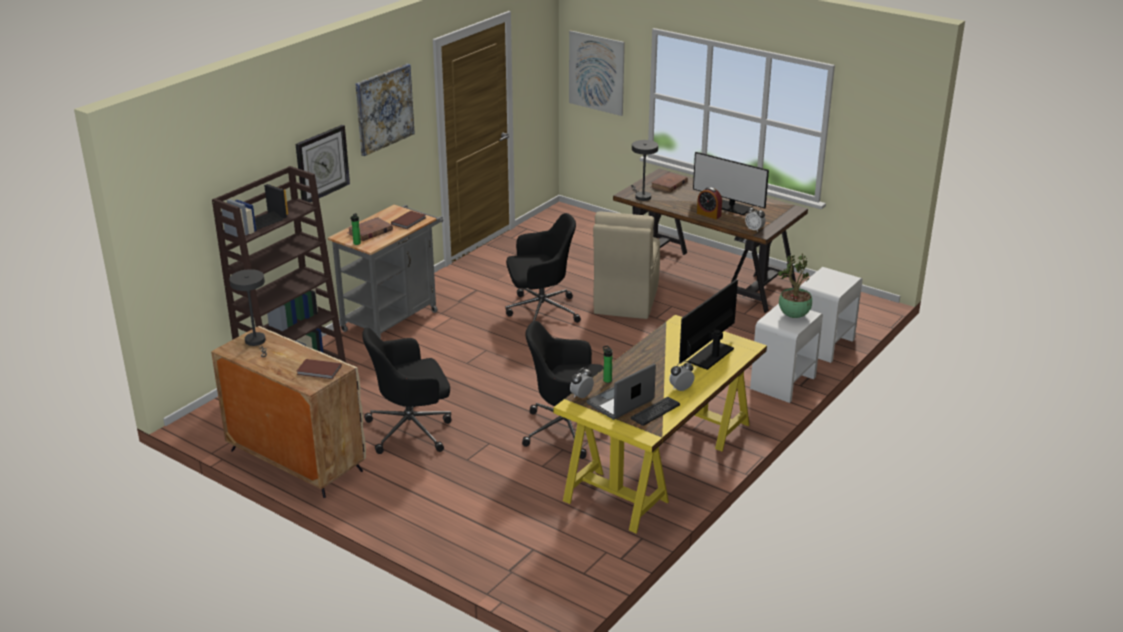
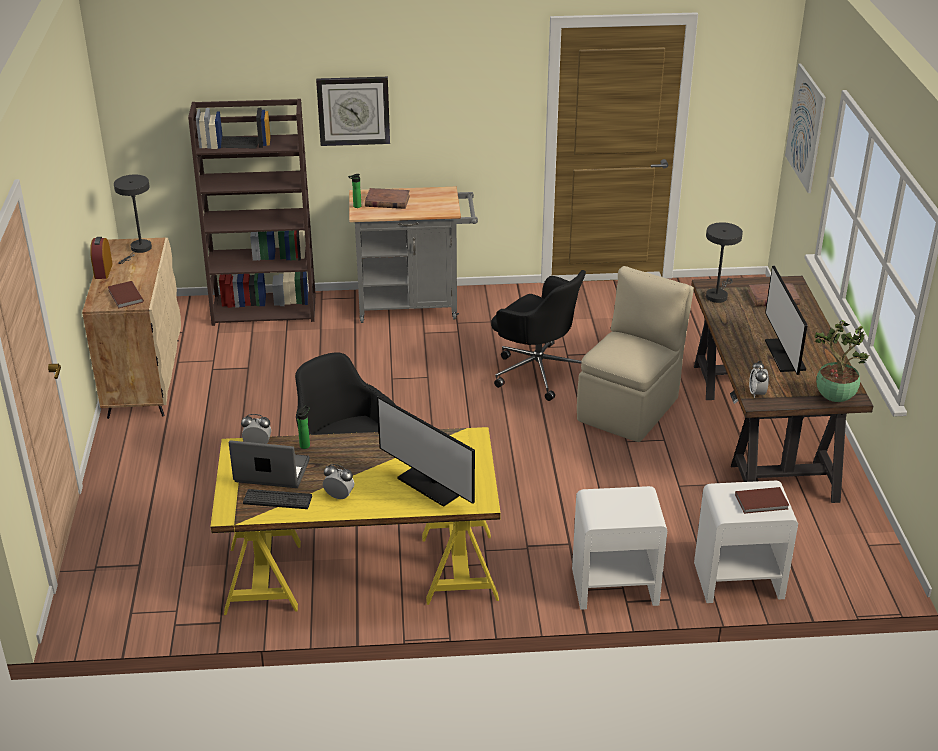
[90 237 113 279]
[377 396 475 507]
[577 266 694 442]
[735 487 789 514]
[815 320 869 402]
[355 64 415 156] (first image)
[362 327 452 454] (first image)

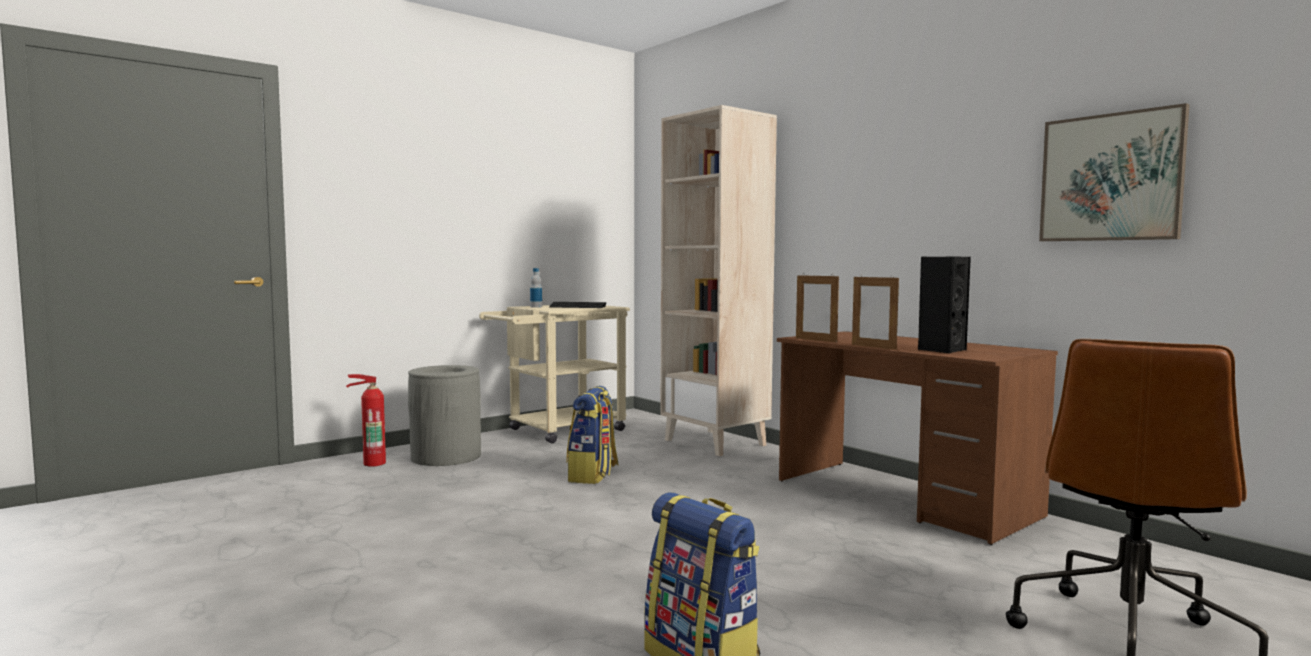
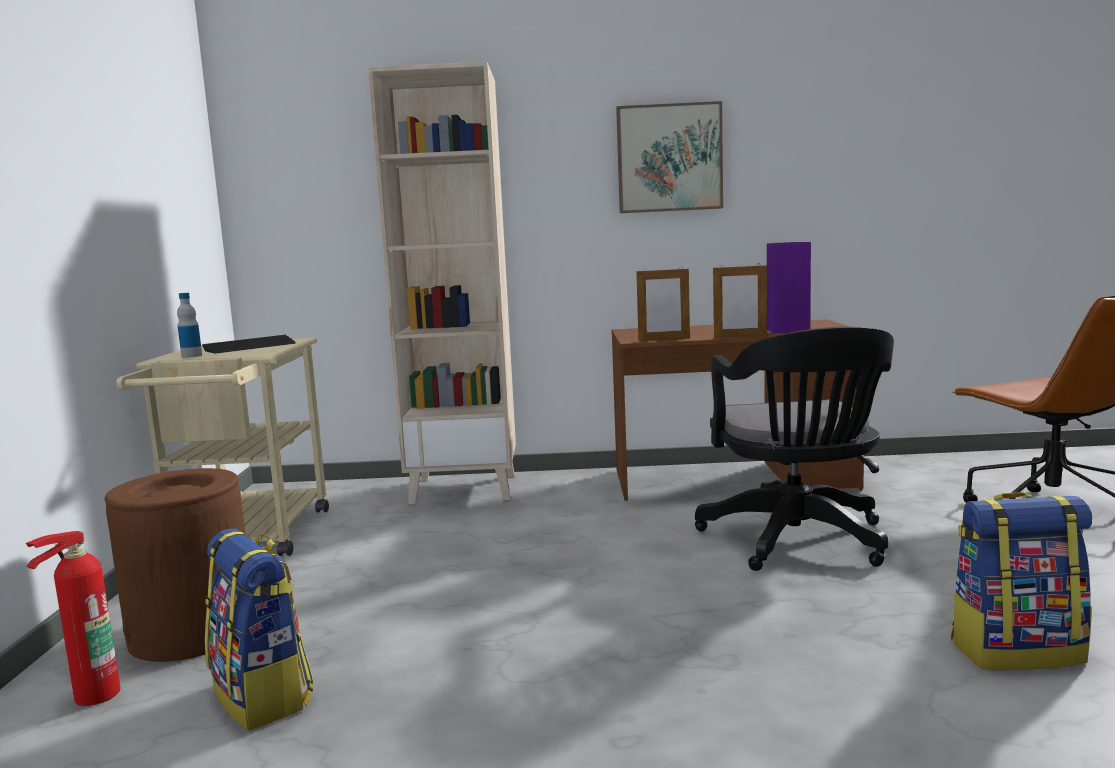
[105 468 246 662]
[205 529 314 731]
[616 101 723 213]
[695 327 894 571]
[767 242 811 333]

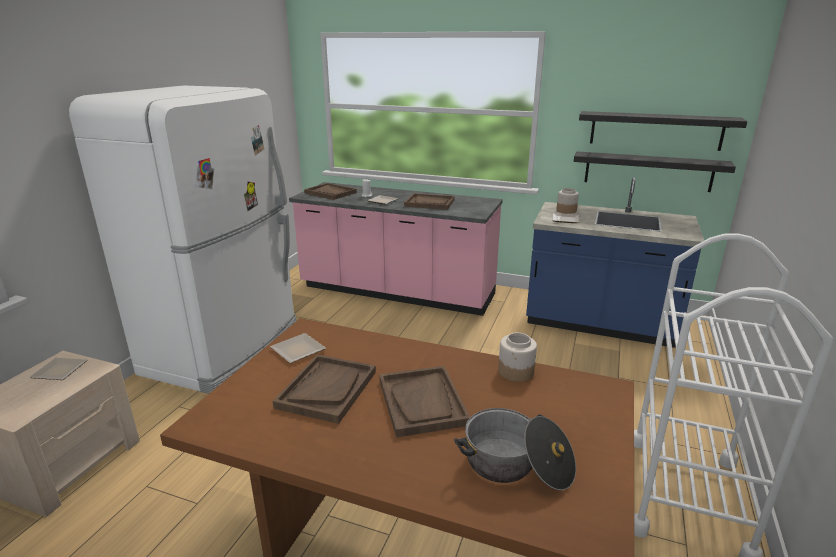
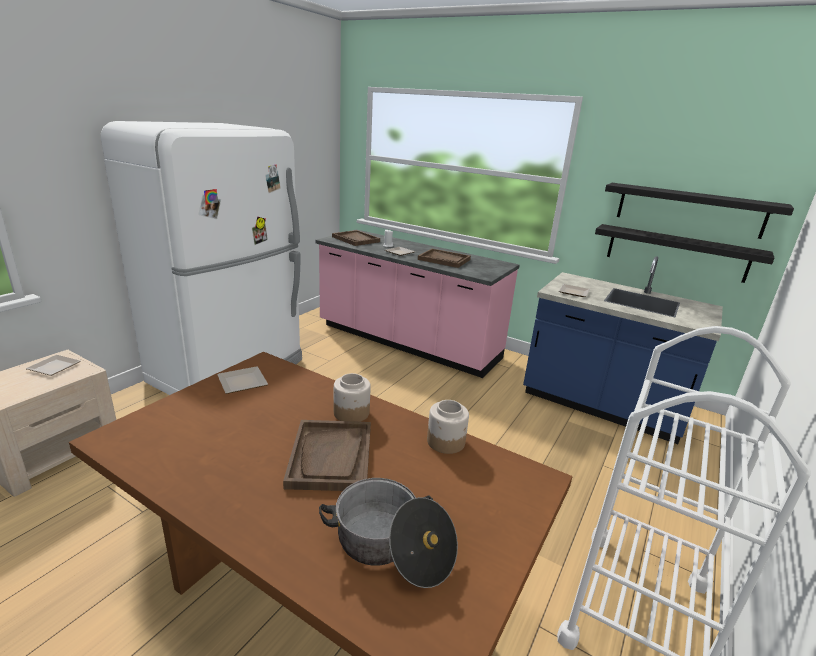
[334 373 371 422]
[273 354 376 424] (first image)

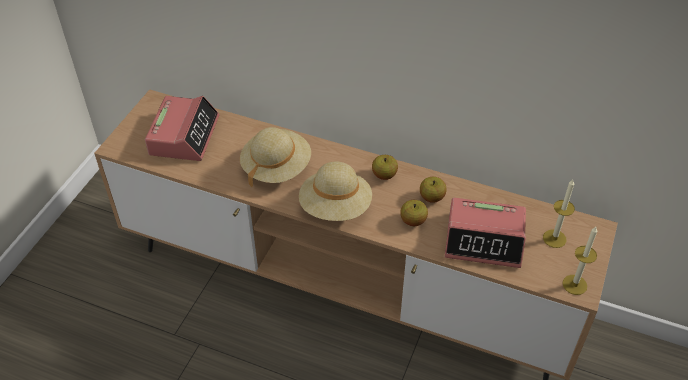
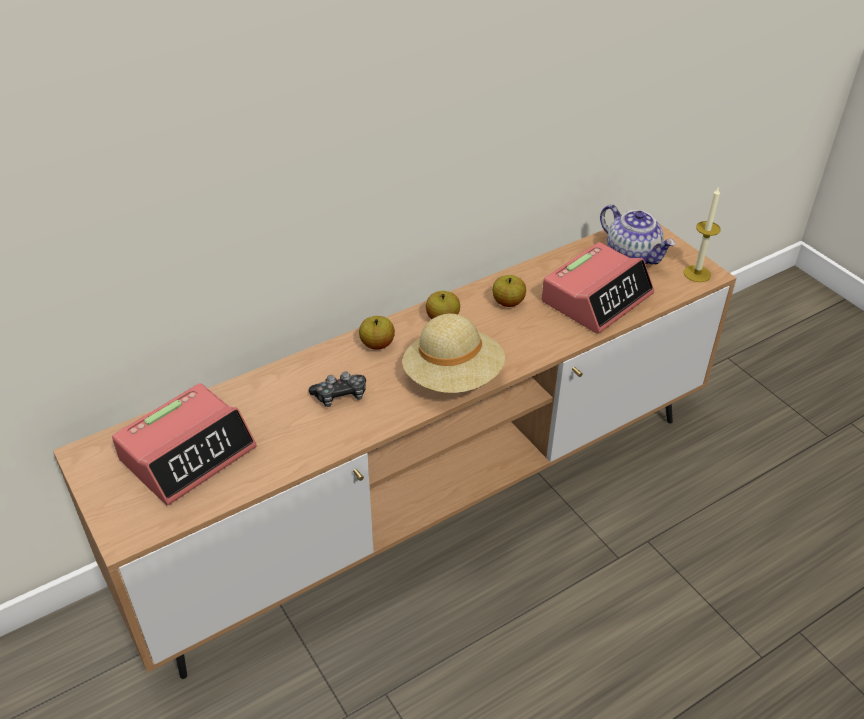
[112 383 257 506]
[309 372 366 407]
[359 316 395 350]
[600 205 675 264]

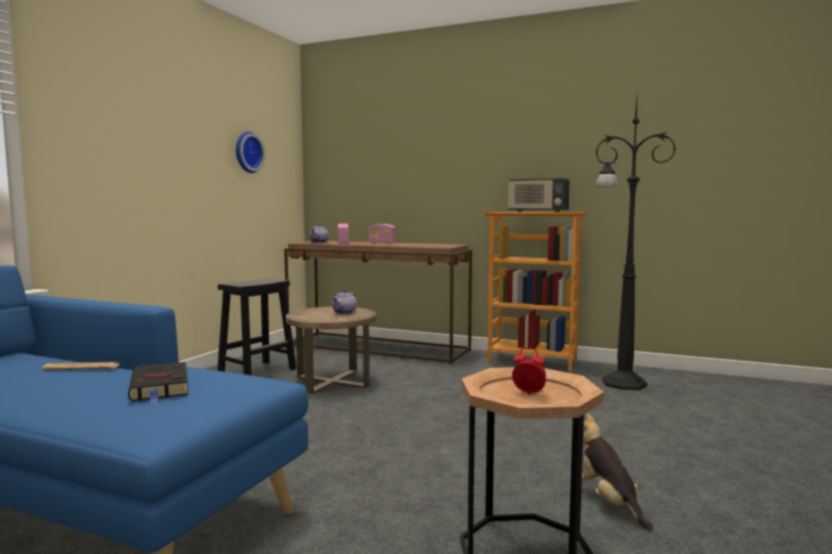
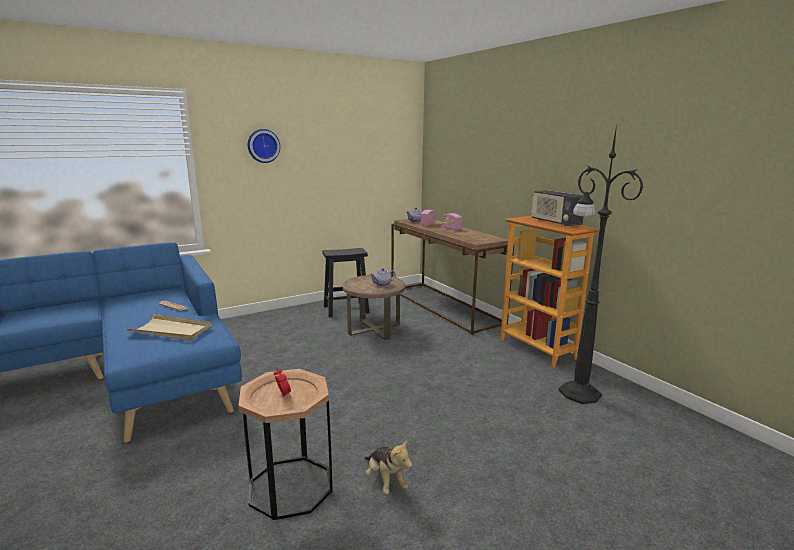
[126 314 212 341]
[248 129 280 163]
[365 440 413 494]

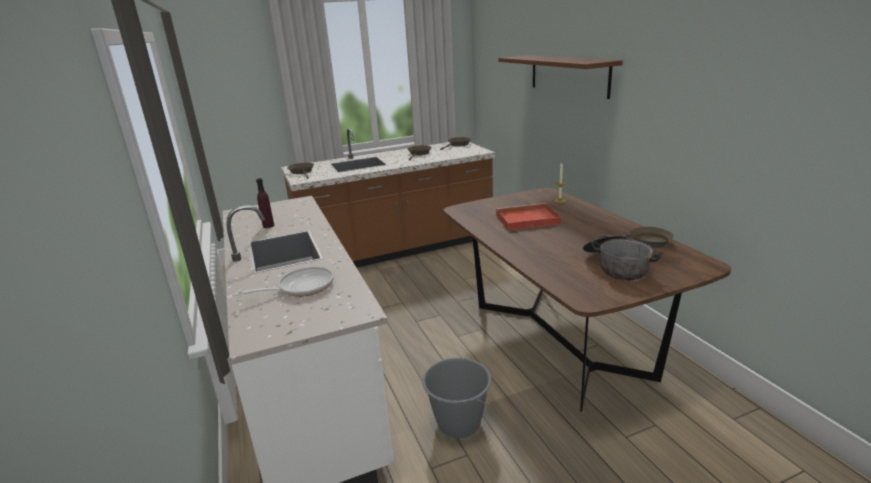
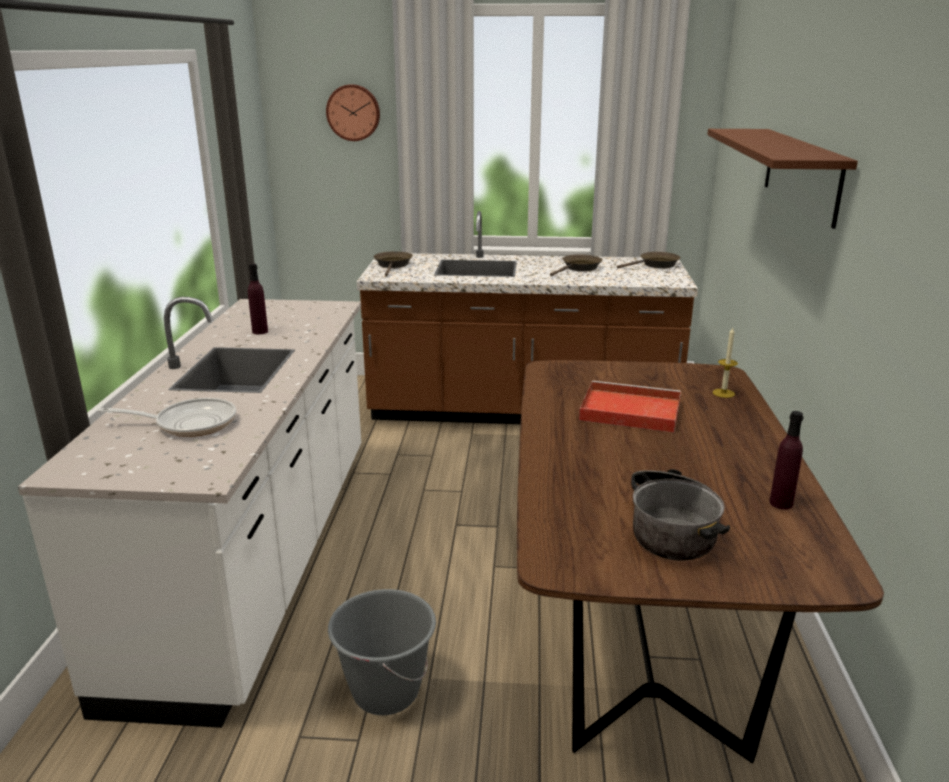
[326 84 380 141]
[769 411 803 509]

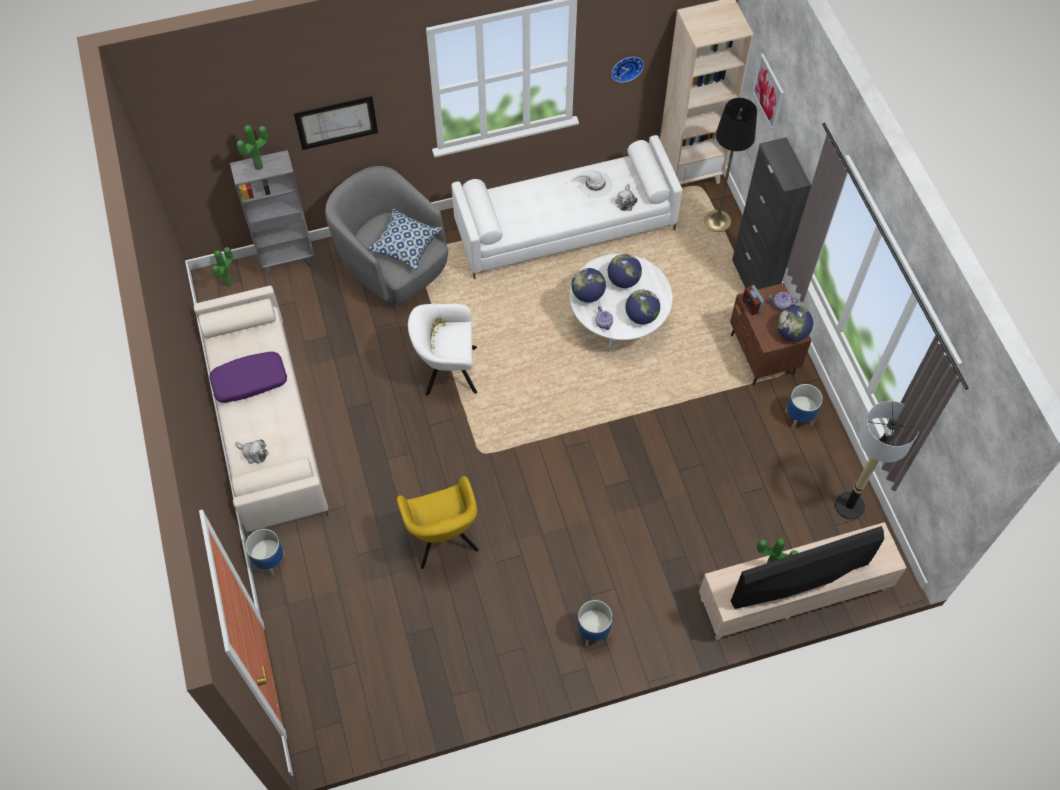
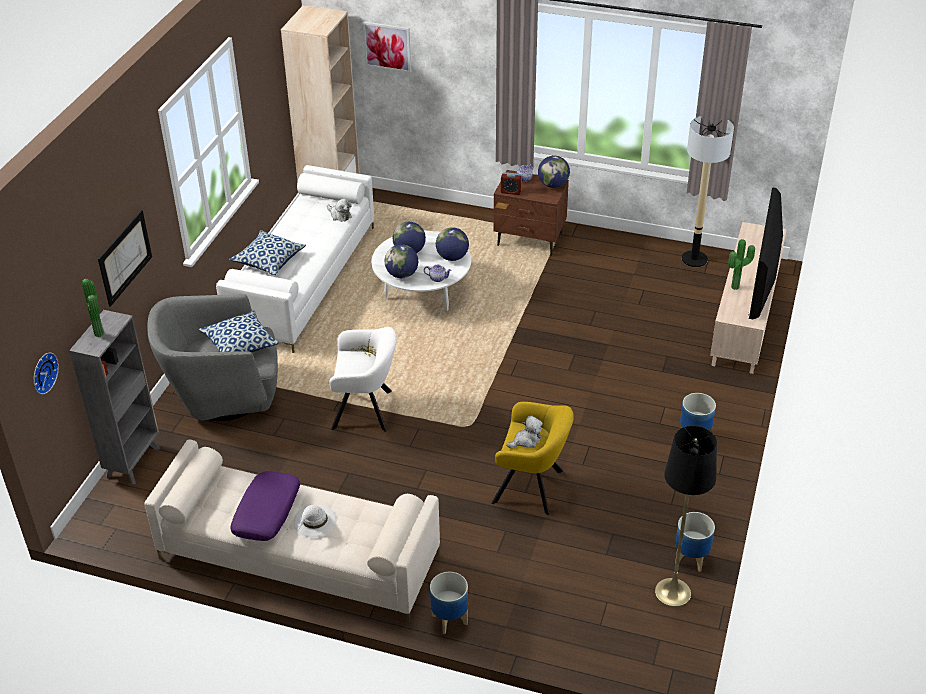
[33 353 59 394]
[229 230 306 275]
[293 505 337 538]
[330 327 397 431]
[506 416 542 448]
[655 426 717 608]
[675 512 715 572]
[212 247 233 287] (first image)
[732 137 811 290] (first image)

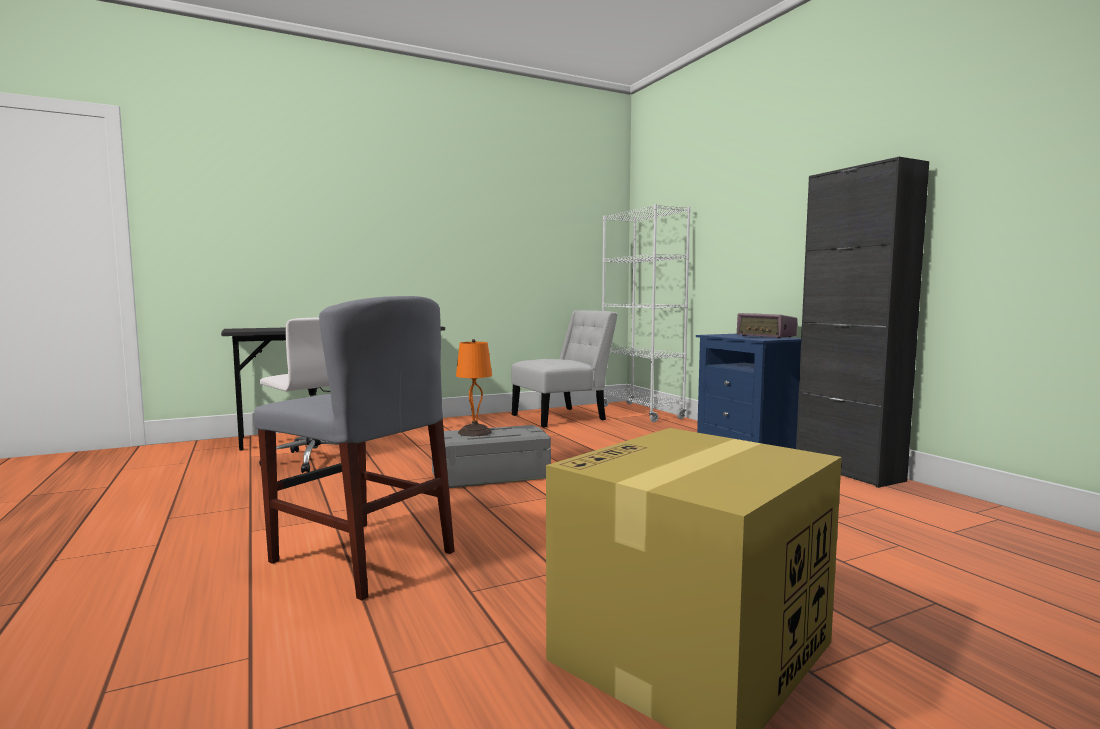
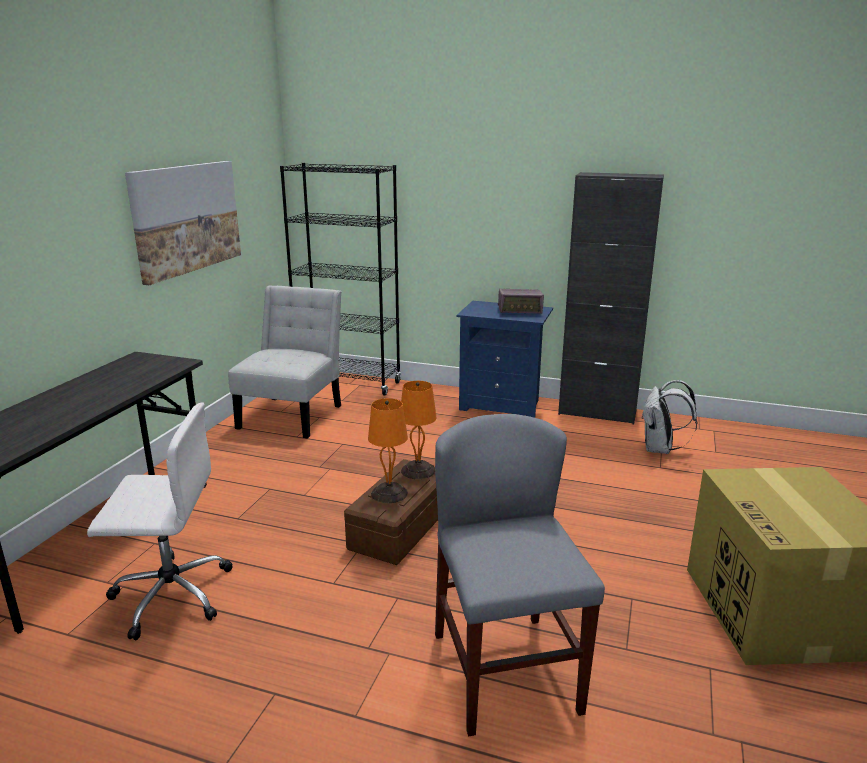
[125 161 241 285]
[280 163 401 396]
[344 459 438 565]
[401 381 437 479]
[435 414 605 736]
[641 380 697 454]

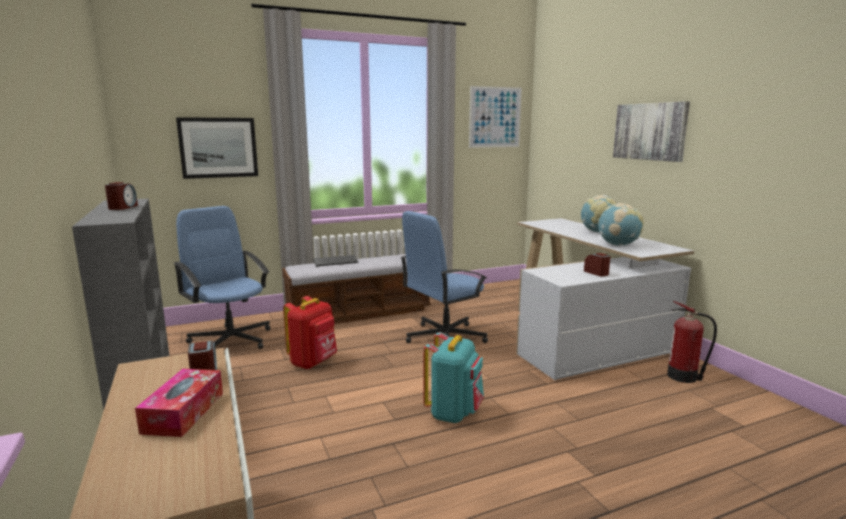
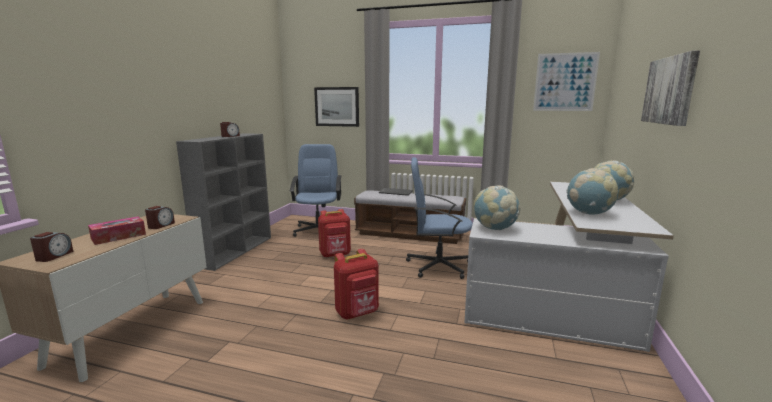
[30 232 74 262]
[334 249 379 320]
[474 185 520 230]
[667 301 717 383] (first image)

